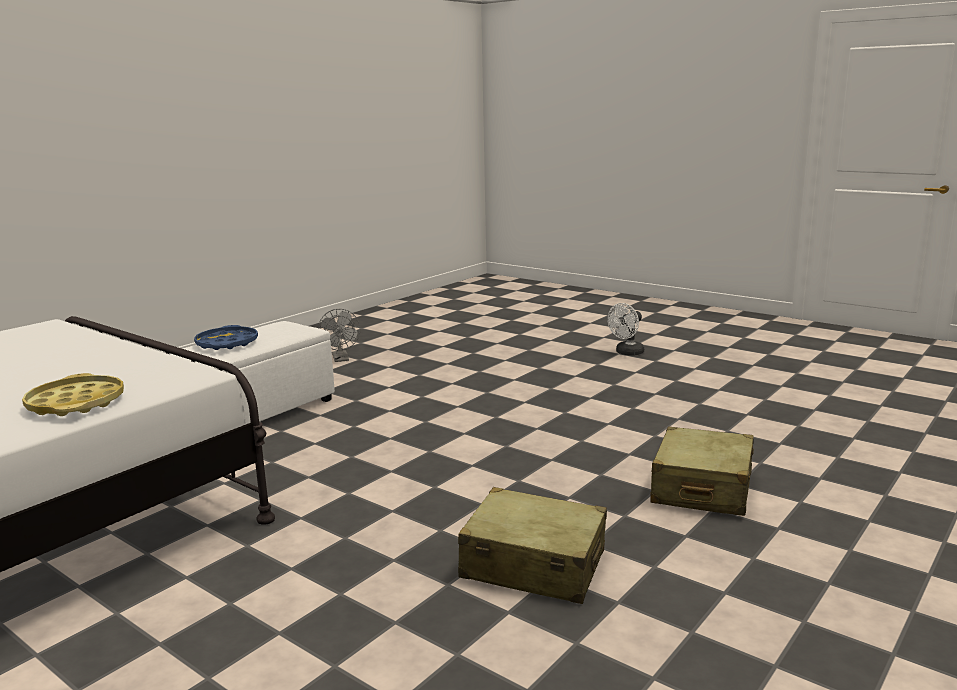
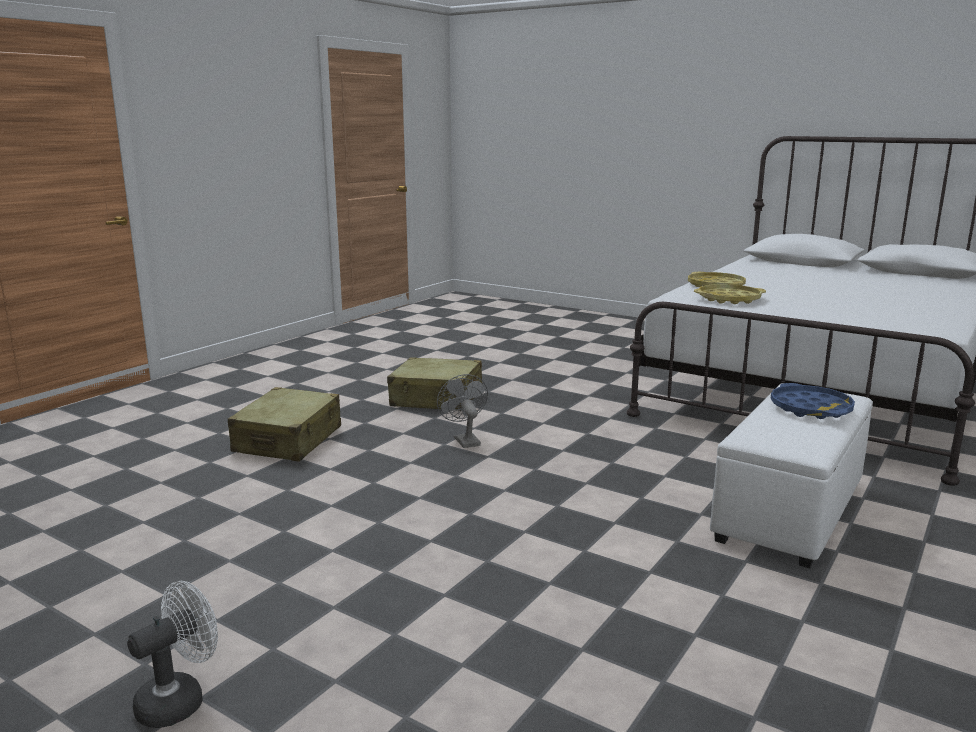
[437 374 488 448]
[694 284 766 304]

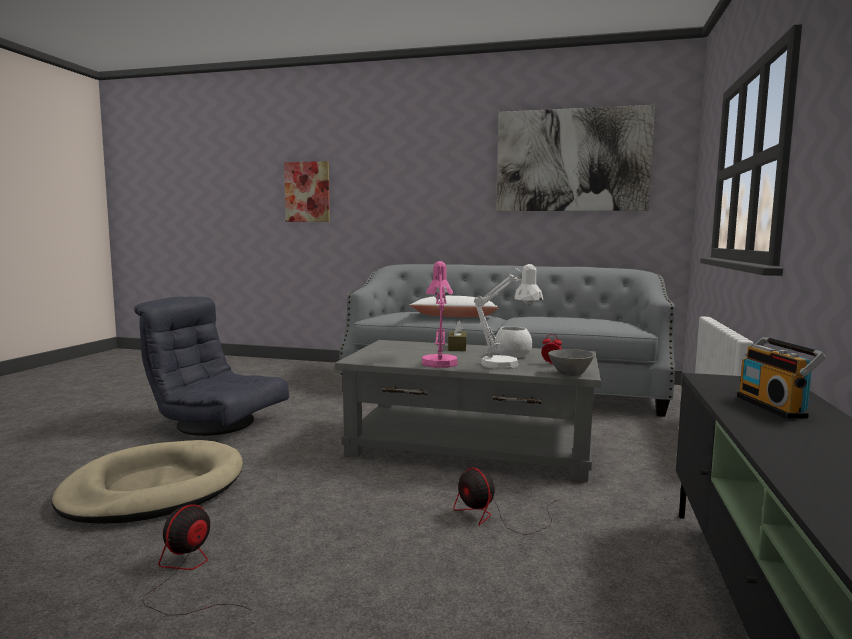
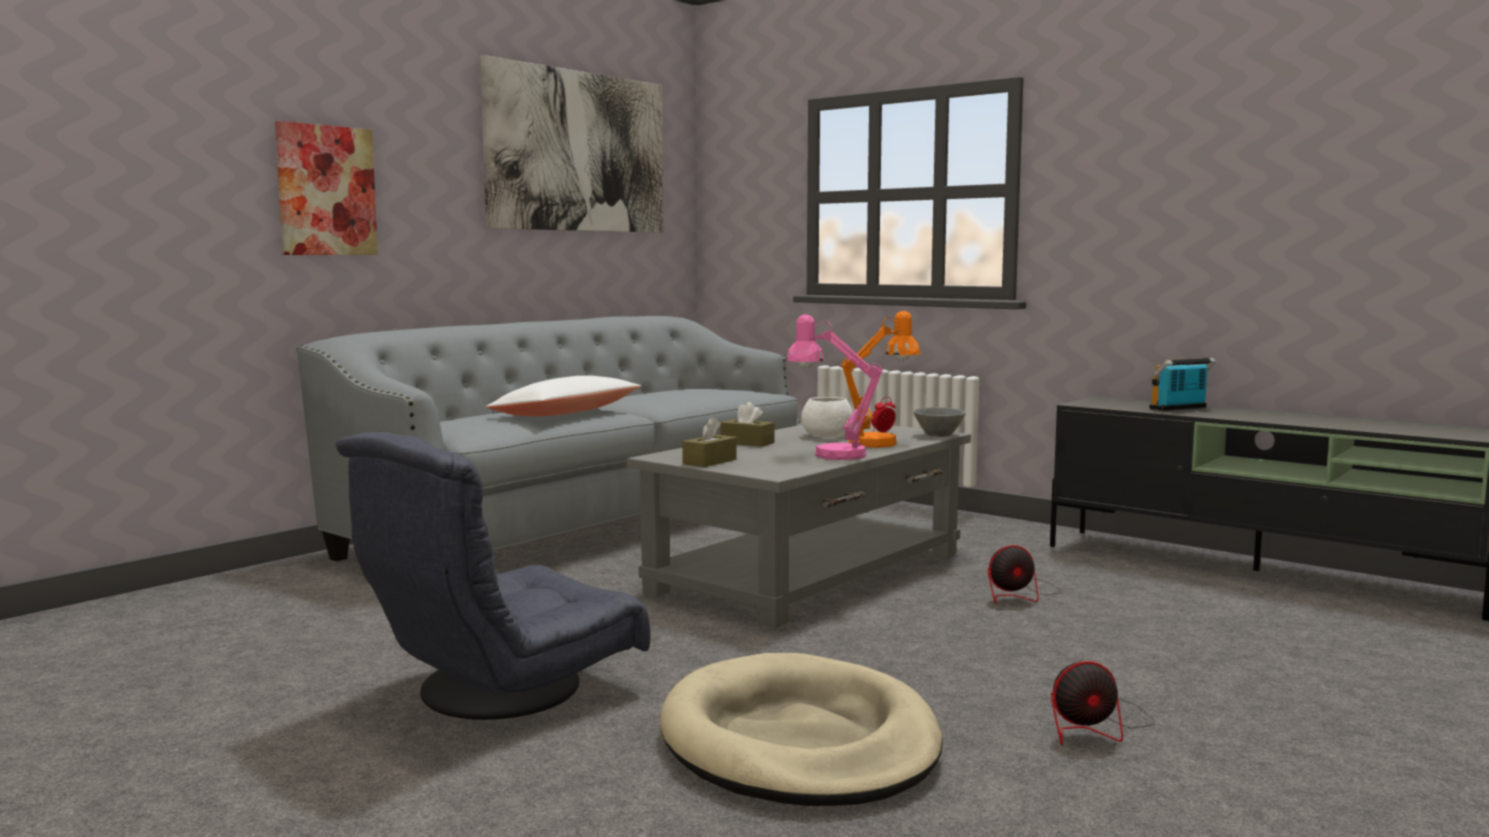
[275 121 378 255]
[682 417 737 467]
[841 311 921 448]
[1051 661 1155 745]
[1149 358 1216 411]

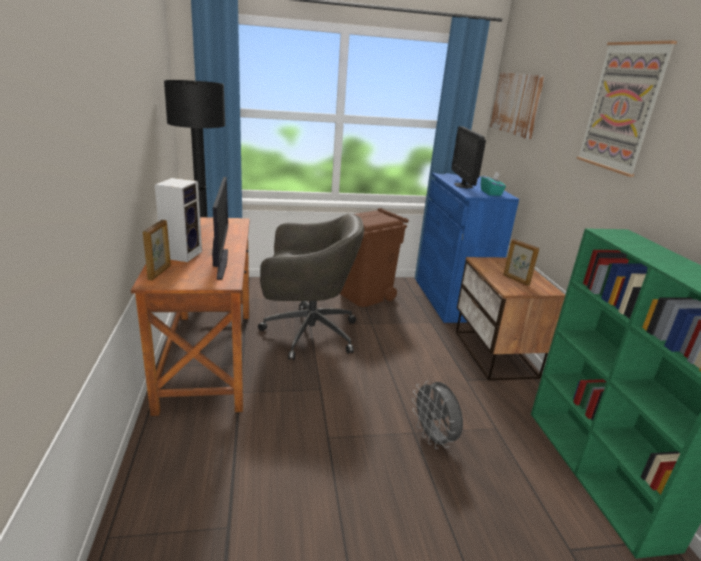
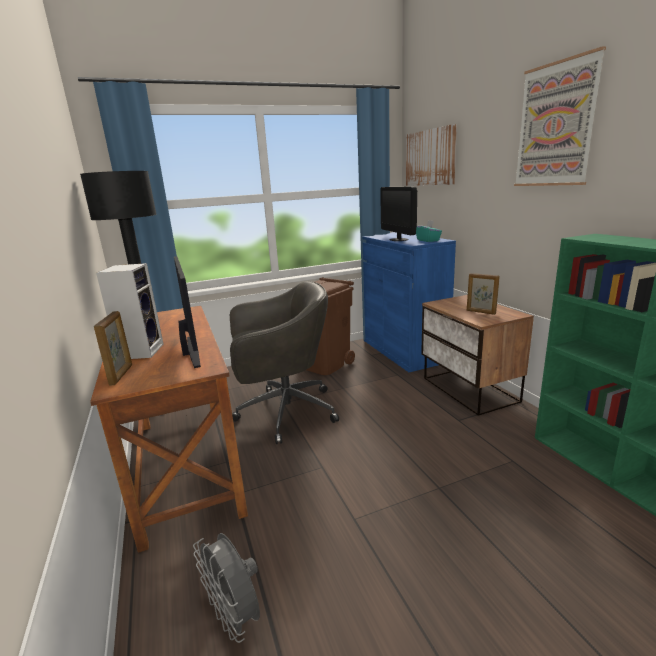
[193 533 260 643]

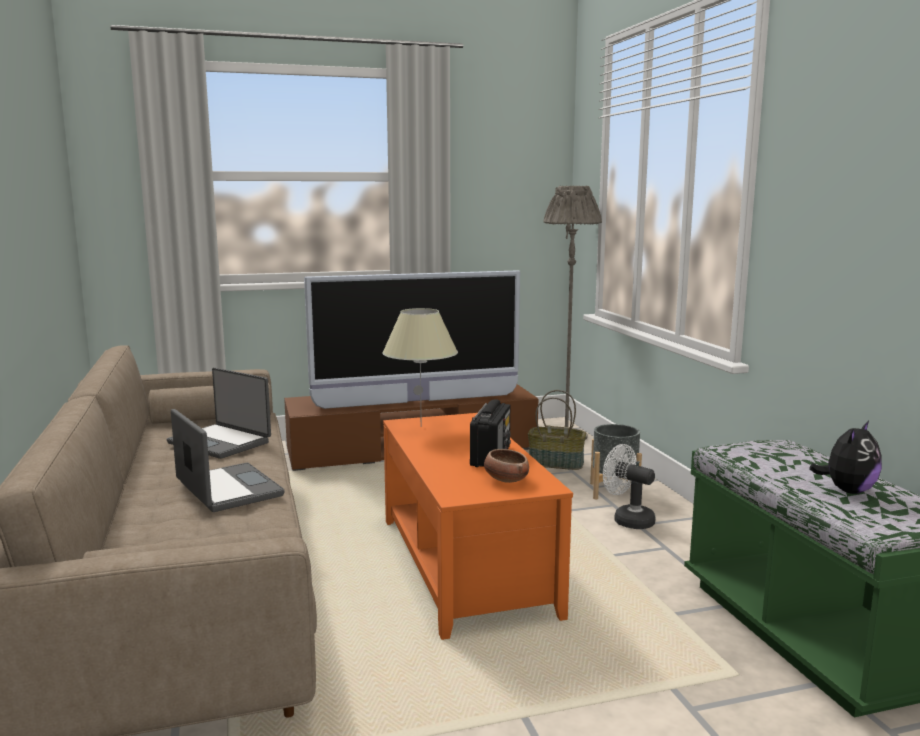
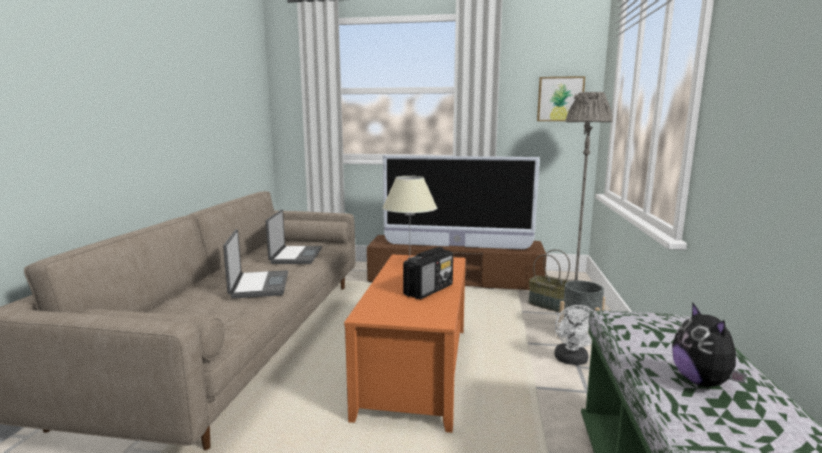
[266 210 322 264]
[537 76 585 121]
[554 305 594 365]
[672 302 747 387]
[484 449 529 483] (first image)

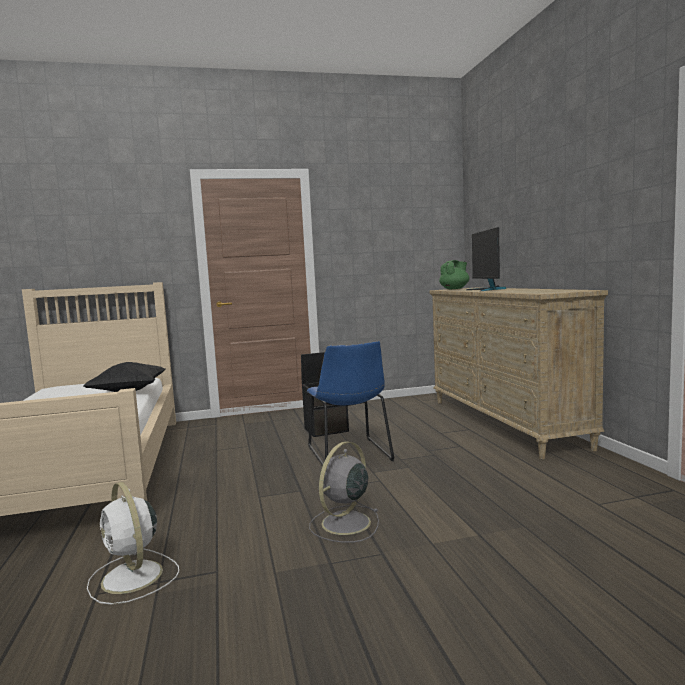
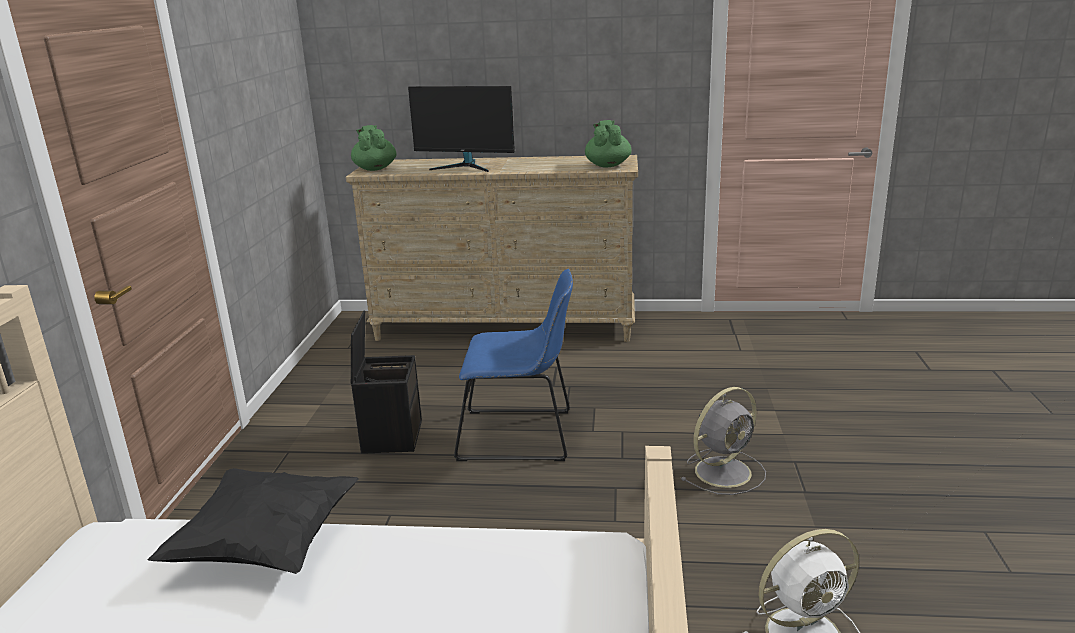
[585 120 632 167]
[681 387 766 495]

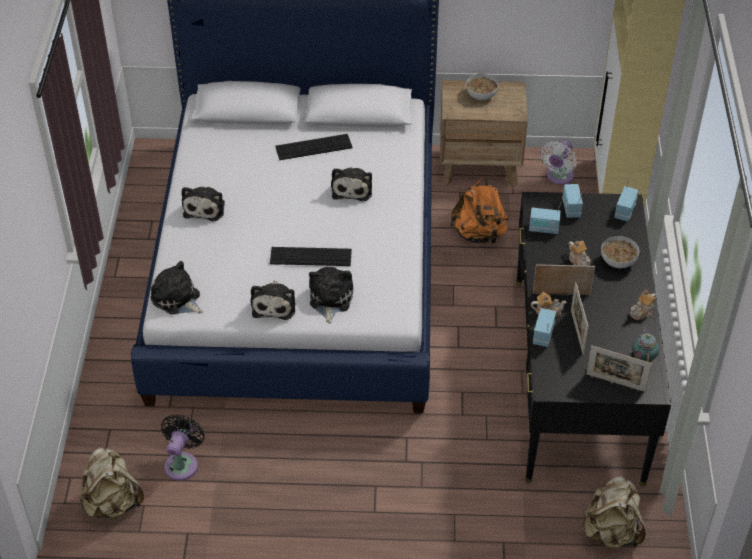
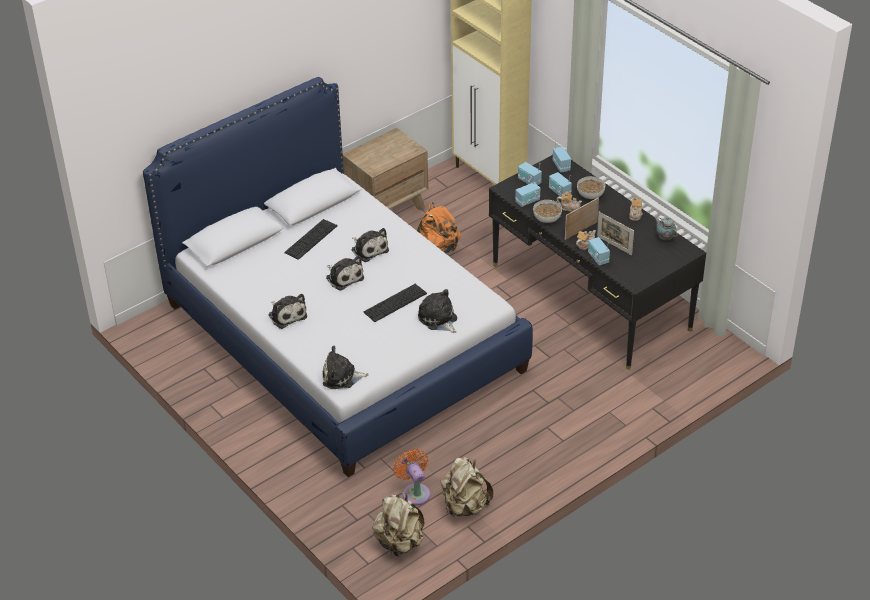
[326 255 364 291]
[393 449 430 505]
[441 457 493 517]
[533 200 562 223]
[549 172 572 197]
[541 141 577 185] (first image)
[586 345 652 392] (first image)

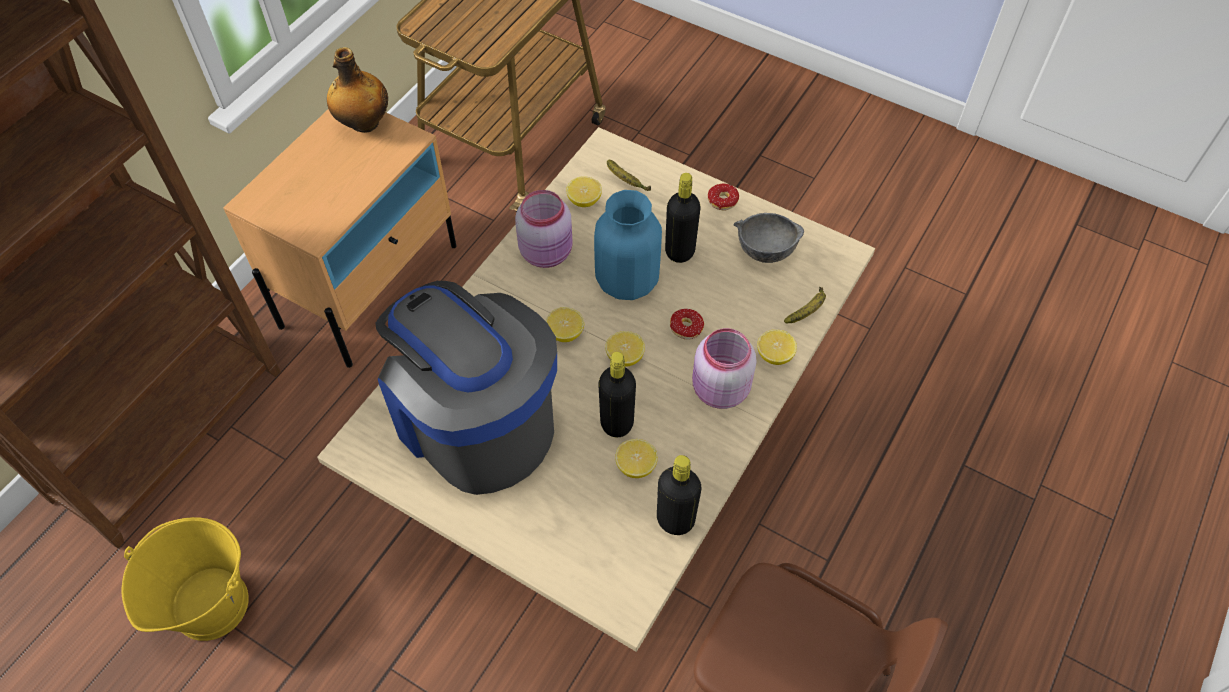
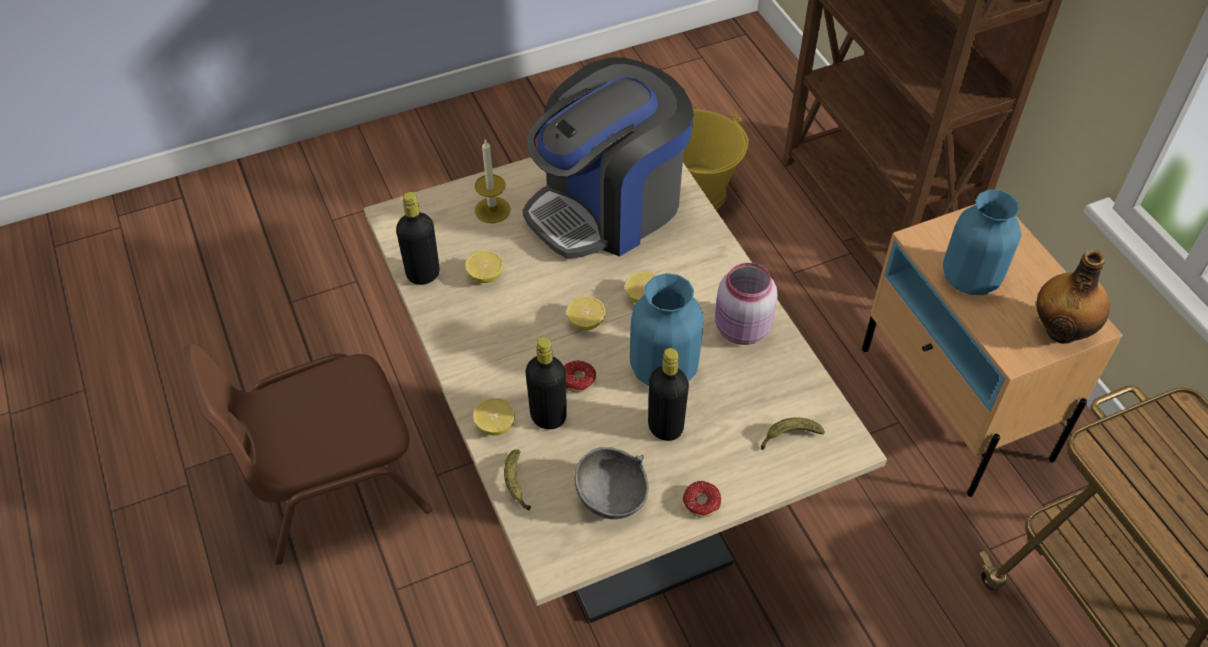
[475 139 510 223]
[523 57 694 258]
[525 337 567 429]
[943 190 1021 295]
[566 176 602 207] (first image)
[692 328 757 409] (first image)

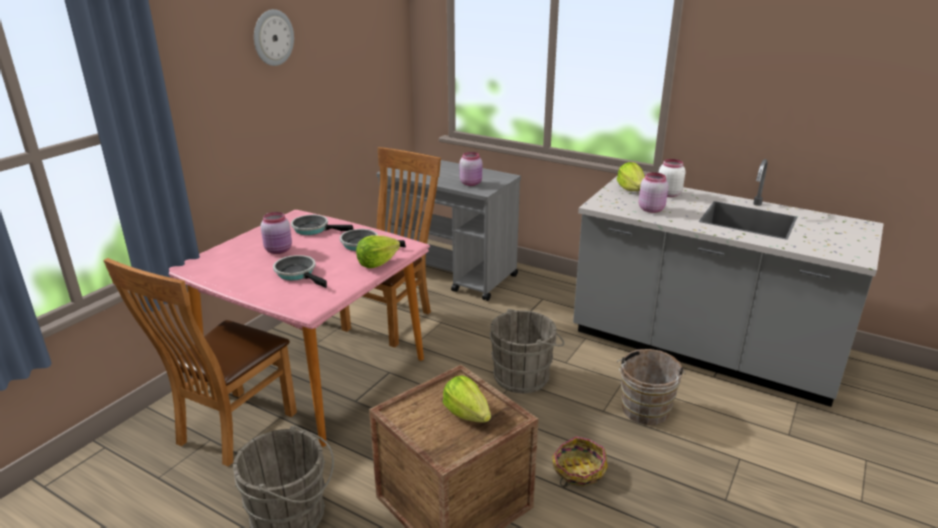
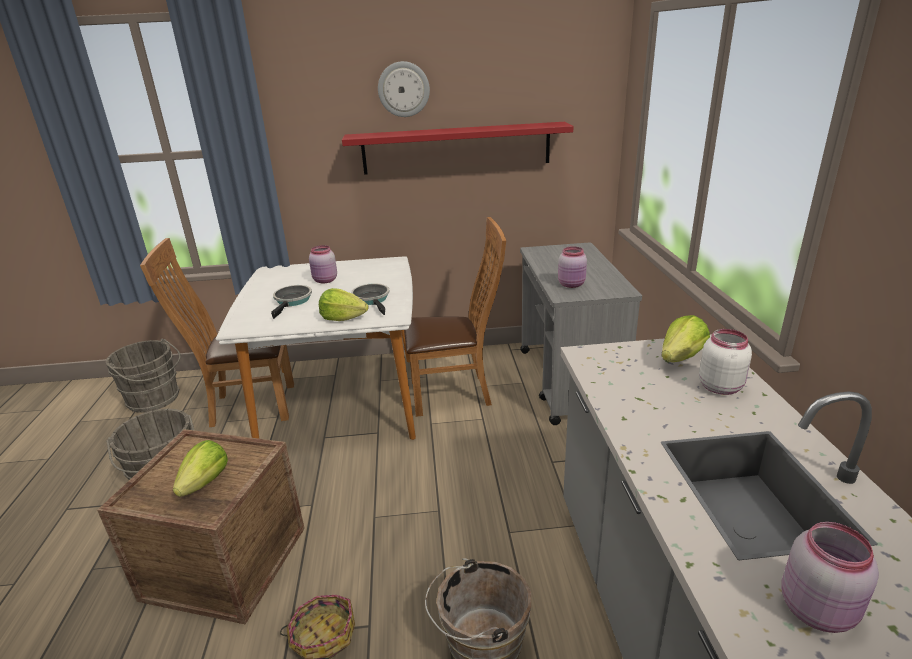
[106 339 181 413]
[216 256 416 440]
[342 122 574 175]
[781 522 879 633]
[291 215 353 235] (first image)

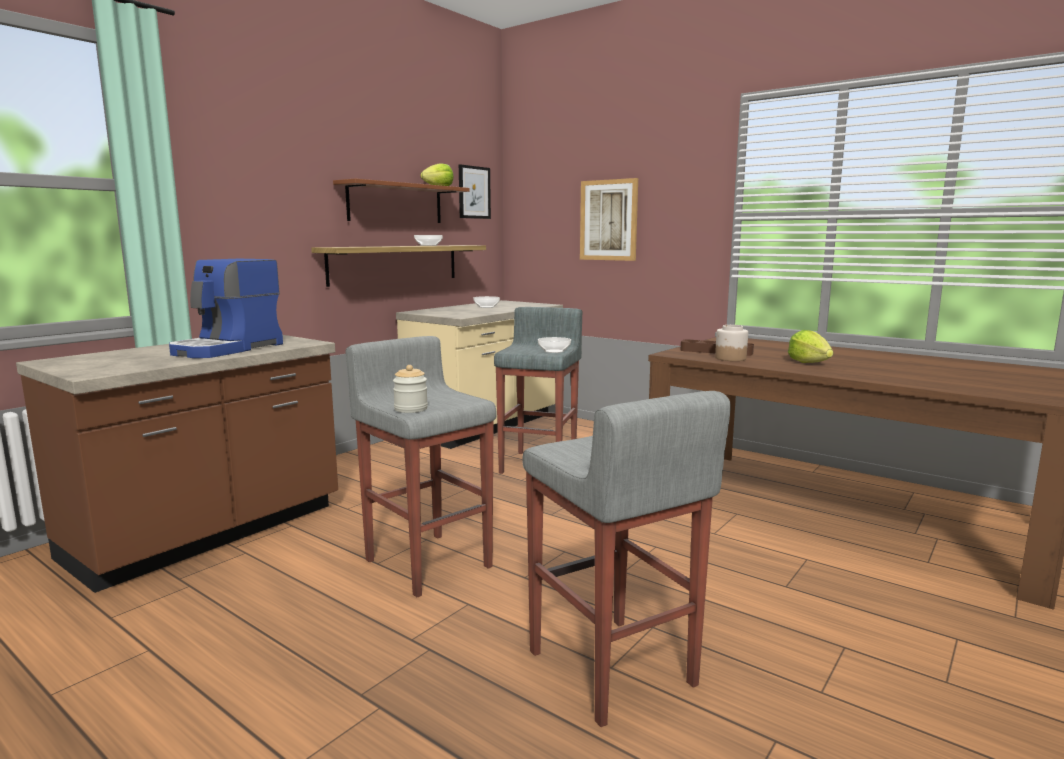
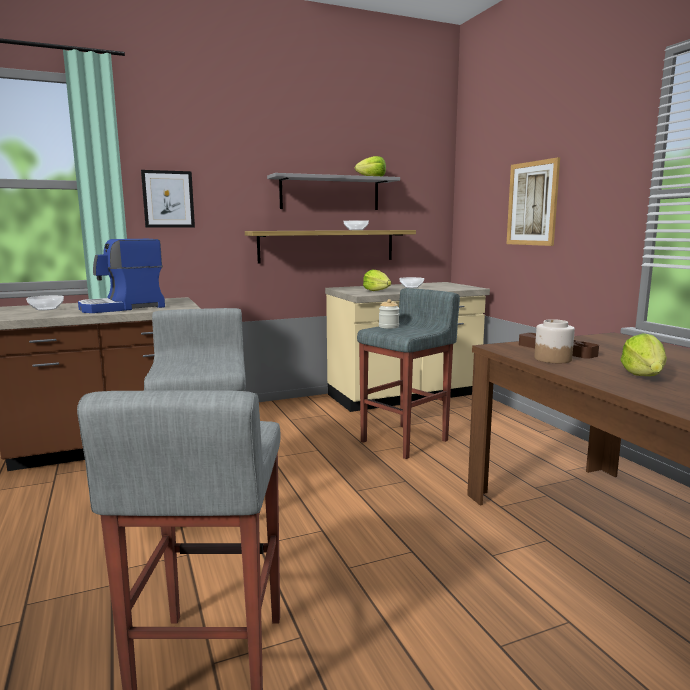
[26 295 64 310]
[141 170 195 228]
[267 173 400 210]
[363 270 391 291]
[379 299 399 329]

